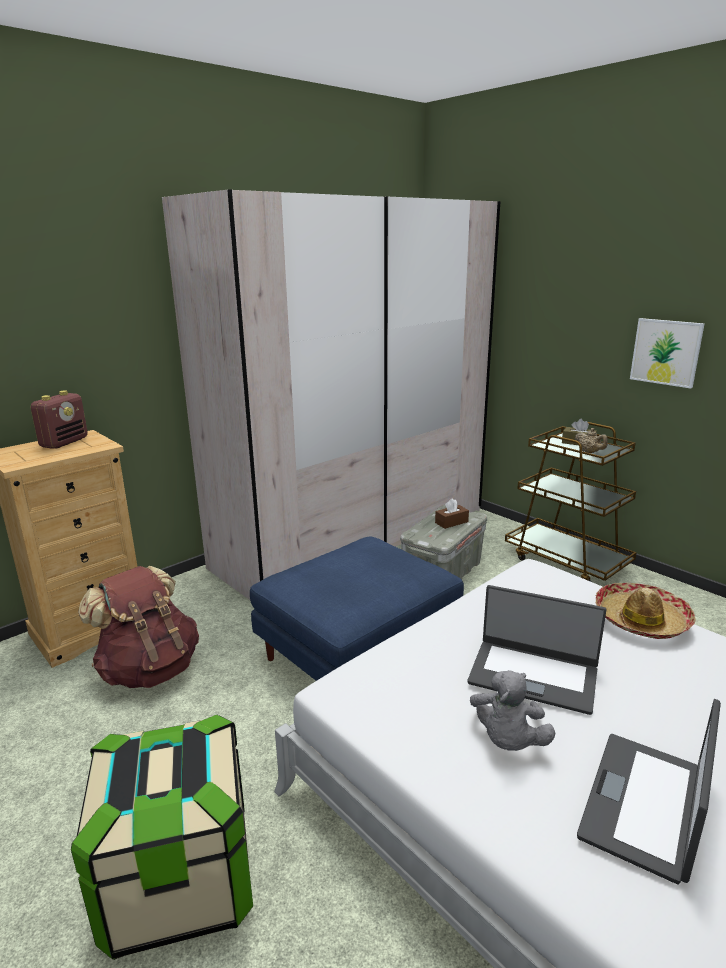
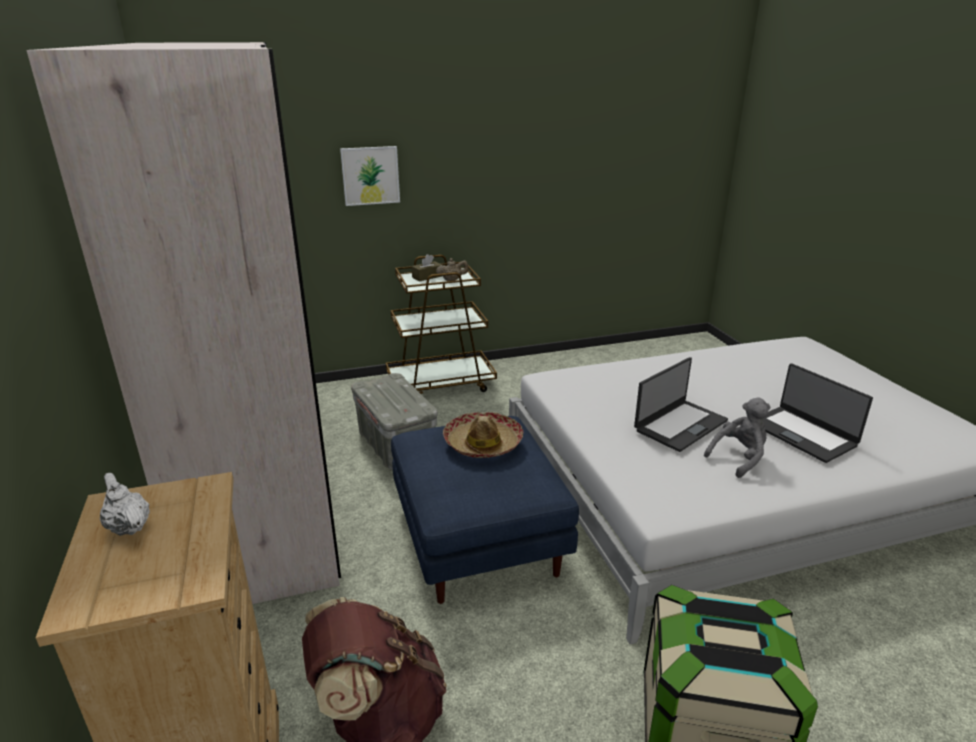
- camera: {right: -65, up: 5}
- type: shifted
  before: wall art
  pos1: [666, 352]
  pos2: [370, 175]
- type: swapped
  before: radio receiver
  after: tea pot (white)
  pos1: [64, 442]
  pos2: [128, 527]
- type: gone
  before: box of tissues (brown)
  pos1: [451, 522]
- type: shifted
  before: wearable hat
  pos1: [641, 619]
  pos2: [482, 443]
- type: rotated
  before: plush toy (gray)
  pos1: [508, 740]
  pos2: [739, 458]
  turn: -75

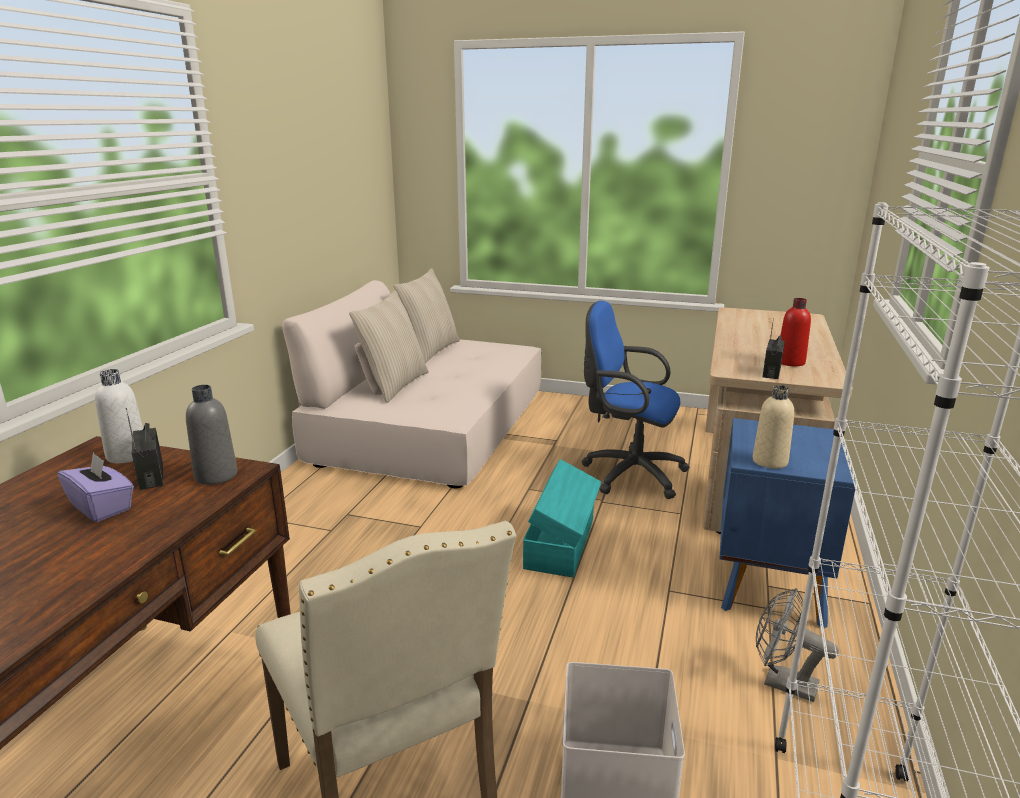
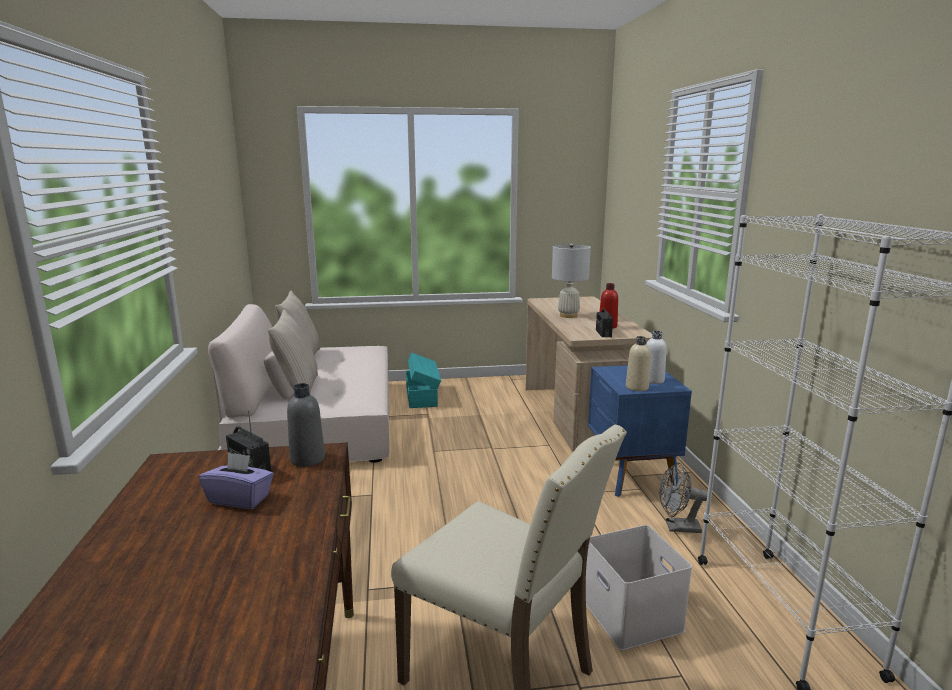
- camera: {right: -25, up: -5}
- type: gone
  before: computer chair (bluish)
  pos1: [628, 473]
- type: shifted
  before: beverage bottle (white)
  pos1: [127, 455]
  pos2: [653, 380]
- type: shifted
  before: storage bin (turquoise-coloured)
  pos1: [562, 543]
  pos2: [422, 396]
- type: new
  after: table lamp (white)
  pos2: [568, 315]

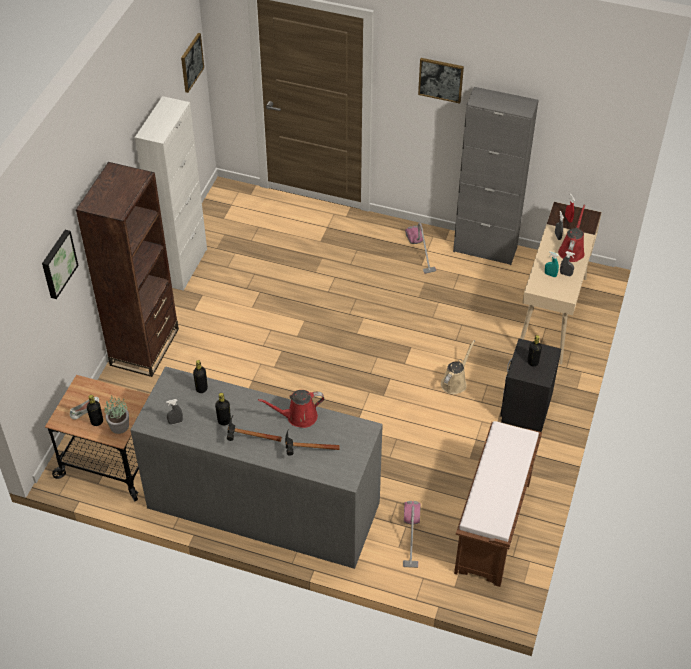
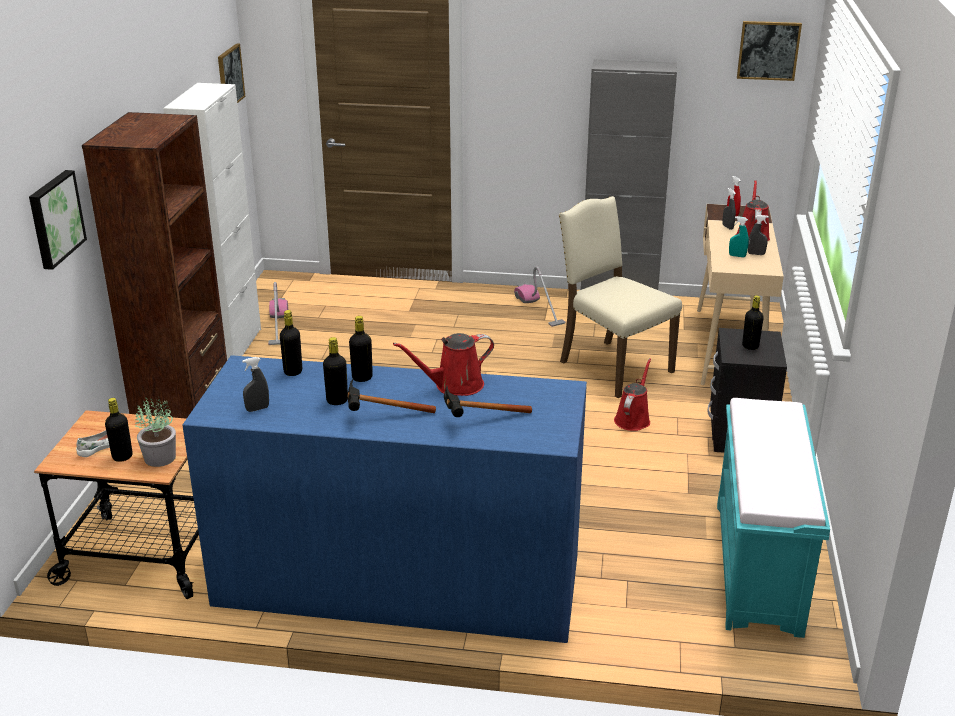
- camera: {right: -10, up: -20}
- type: shifted
  before: wall art
  pos1: [441, 79]
  pos2: [768, 50]
- type: repainted
  before: sprinkling can (beige-coloured)
  after: sprinkling can (red)
  pos1: [455, 382]
  pos2: [633, 419]
- type: repainted
  before: chest of drawers (gray)
  after: chest of drawers (bluish)
  pos1: [263, 505]
  pos2: [398, 580]
- type: repainted
  before: bench (brown)
  after: bench (turquoise-coloured)
  pos1: [493, 528]
  pos2: [758, 567]
- type: shifted
  before: hoover
  pos1: [411, 536]
  pos2: [278, 326]
- type: new
  after: chair (beige-coloured)
  pos2: [612, 366]
- type: new
  after: beverage bottle (black-coloured)
  pos2: [362, 378]

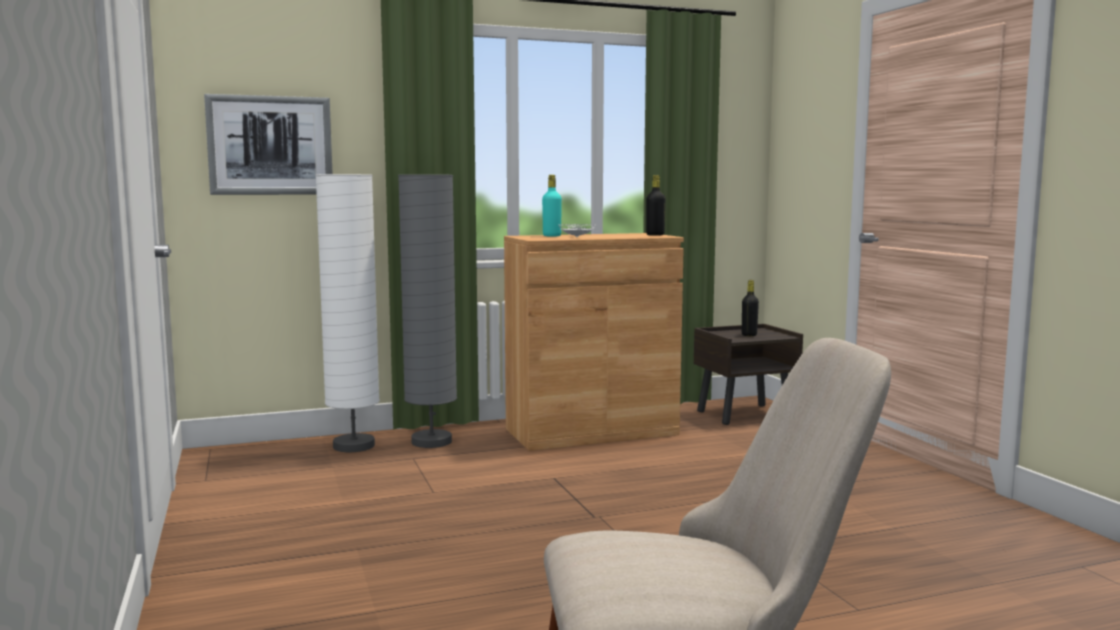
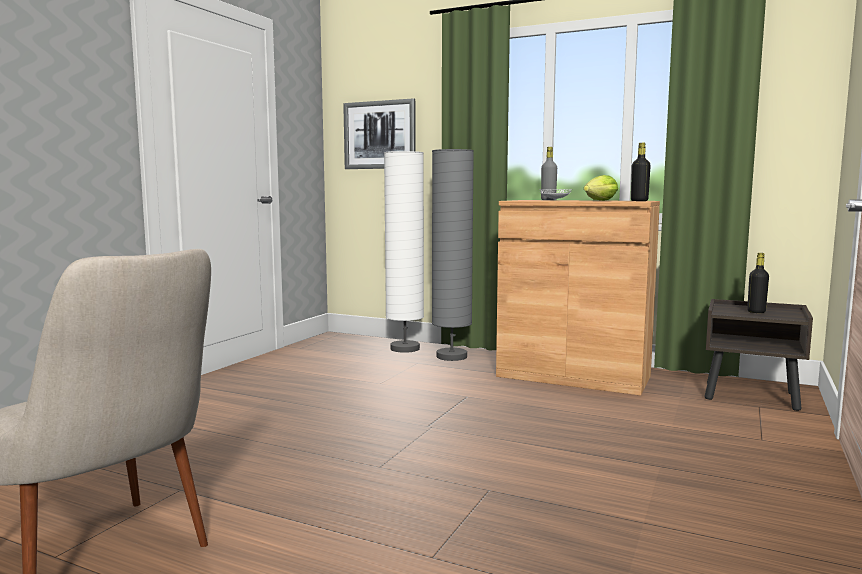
- camera: {right: 45, up: 0}
- type: repainted
  before: beverage bottle (turquoise-coloured)
  after: beverage bottle (gray)
  pos1: [552, 236]
  pos2: [548, 200]
- type: new
  after: head of lettuce
  pos2: [600, 200]

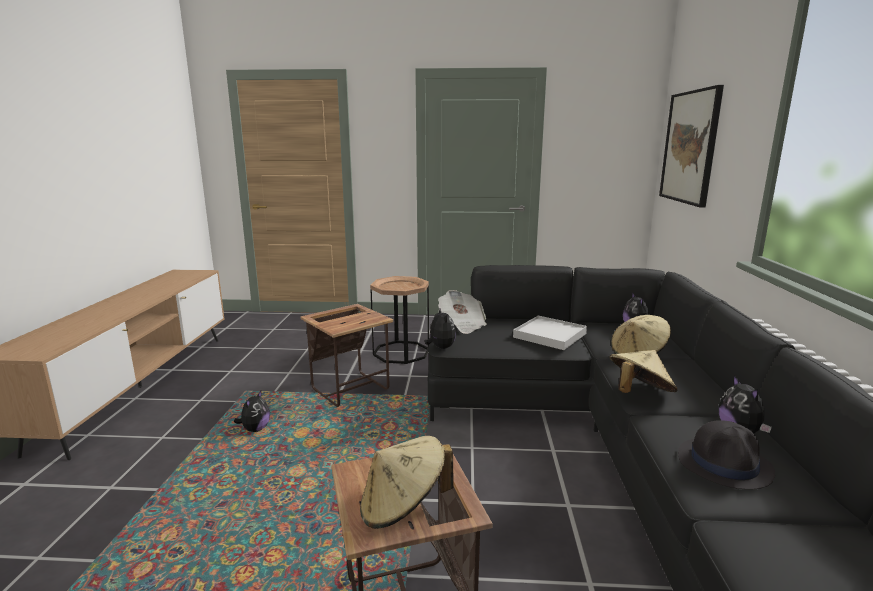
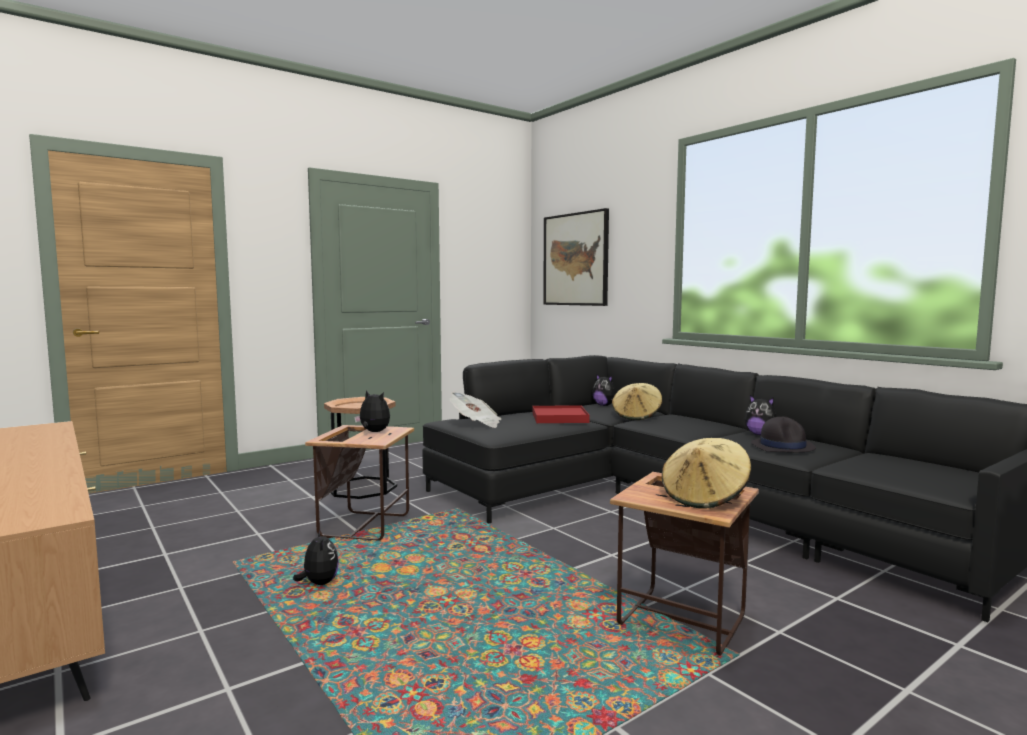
- camera: {right: -40, up: -10}
- type: shifted
  before: plush toy
  pos1: [440, 347]
  pos2: [373, 432]
- type: repainted
  before: tray (white)
  after: tray (red)
  pos1: [549, 335]
  pos2: [559, 418]
- type: gone
  before: wearable hat (beige-coloured)
  pos1: [639, 393]

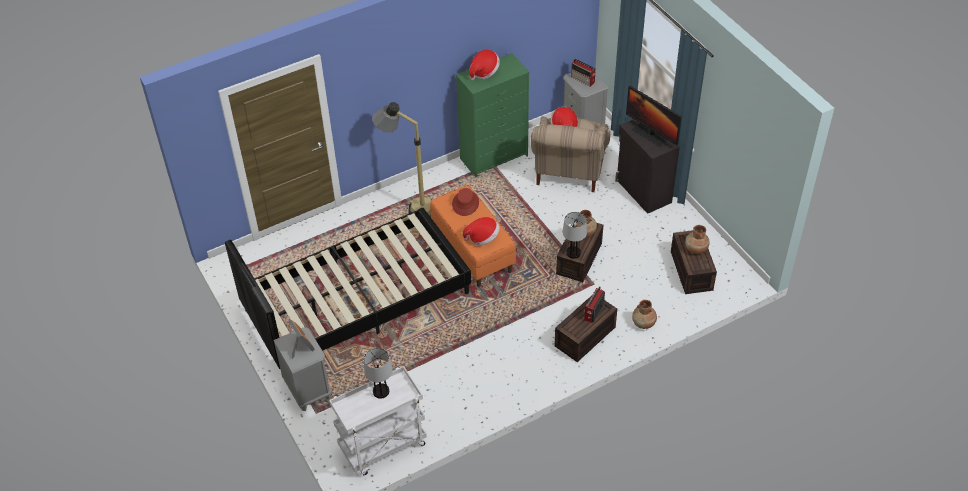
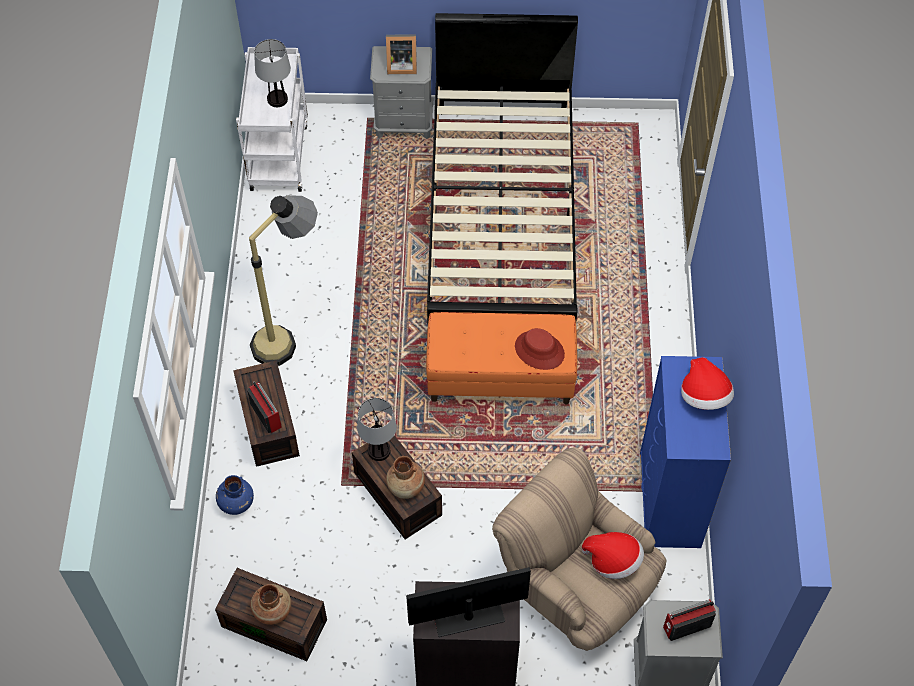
- camera: {right: 120, up: 10}
- type: repainted
  before: chest of drawers (green-coloured)
  after: chest of drawers (bluish)
  pos1: [494, 157]
  pos2: [669, 500]
- type: shifted
  before: floor lamp
  pos1: [410, 207]
  pos2: [290, 335]
- type: gone
  before: wearable hat
  pos1: [482, 238]
- type: repainted
  before: decorative vase (brown)
  after: decorative vase (bluish)
  pos1: [643, 323]
  pos2: [236, 503]

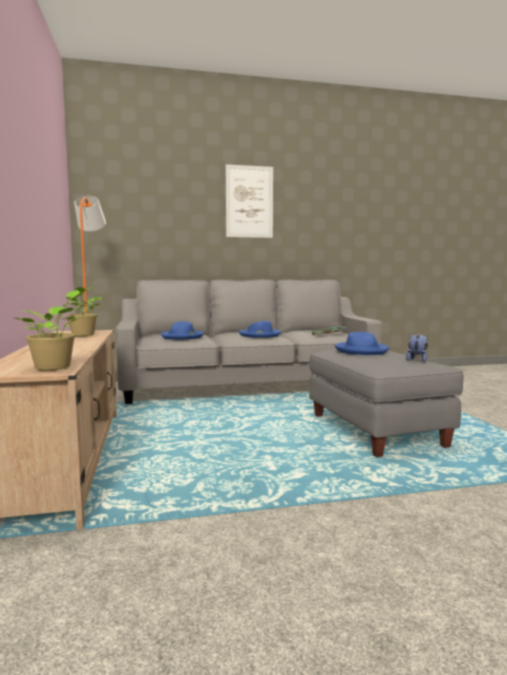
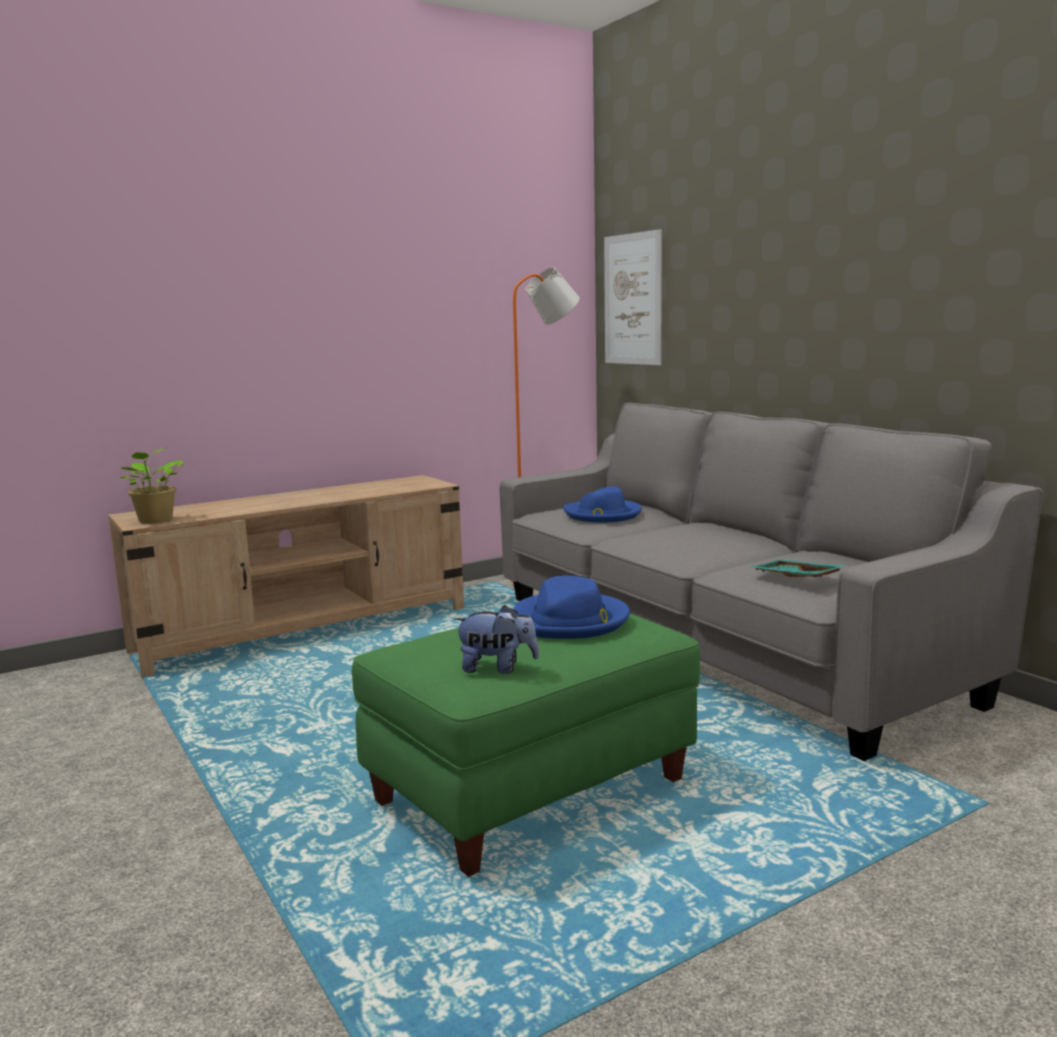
- camera: {right: 70, up: 5}
- type: shifted
  before: wall art
  pos1: [249, 202]
  pos2: [632, 299]
- type: gone
  before: potted plant
  pos1: [83, 335]
- type: gone
  before: wearable hat (bluish)
  pos1: [260, 335]
- type: repainted
  before: ottoman (gray)
  after: ottoman (green-coloured)
  pos1: [374, 431]
  pos2: [529, 790]

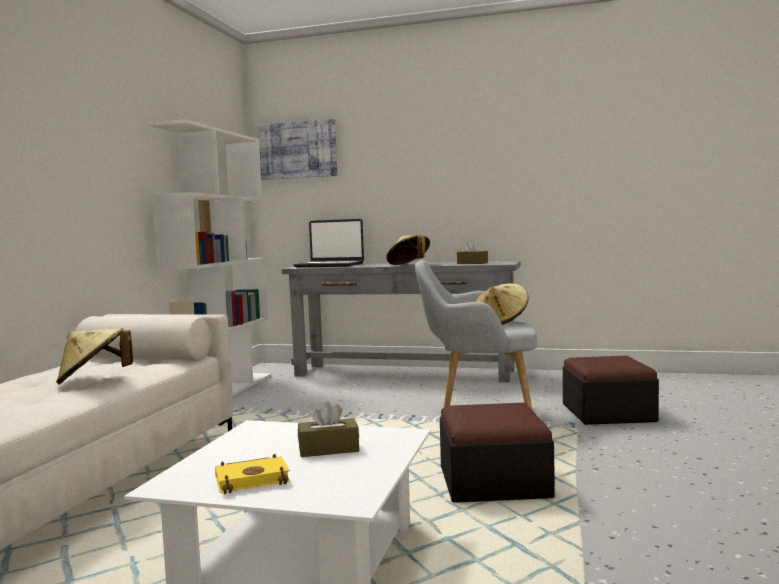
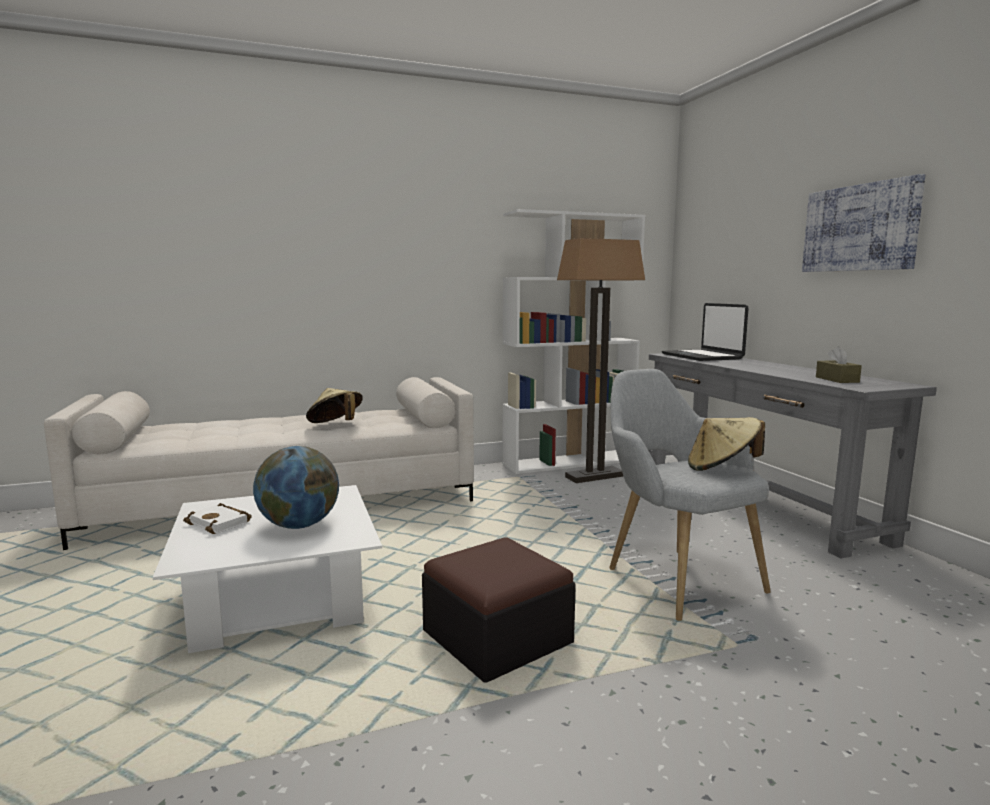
- camera: {right: 55, up: 5}
- type: shifted
  before: wall art
  pos1: [297, 150]
  pos2: [859, 228]
- type: gone
  before: wearable hat (beige-coloured)
  pos1: [409, 265]
- type: gone
  before: ottoman
  pos1: [608, 413]
- type: swapped
  before: box of tissues (brown)
  after: globe
  pos1: [328, 449]
  pos2: [299, 525]
- type: repainted
  before: volume (yellow)
  after: volume (white)
  pos1: [253, 479]
  pos2: [221, 523]
- type: new
  after: floor lamp
  pos2: [594, 476]

